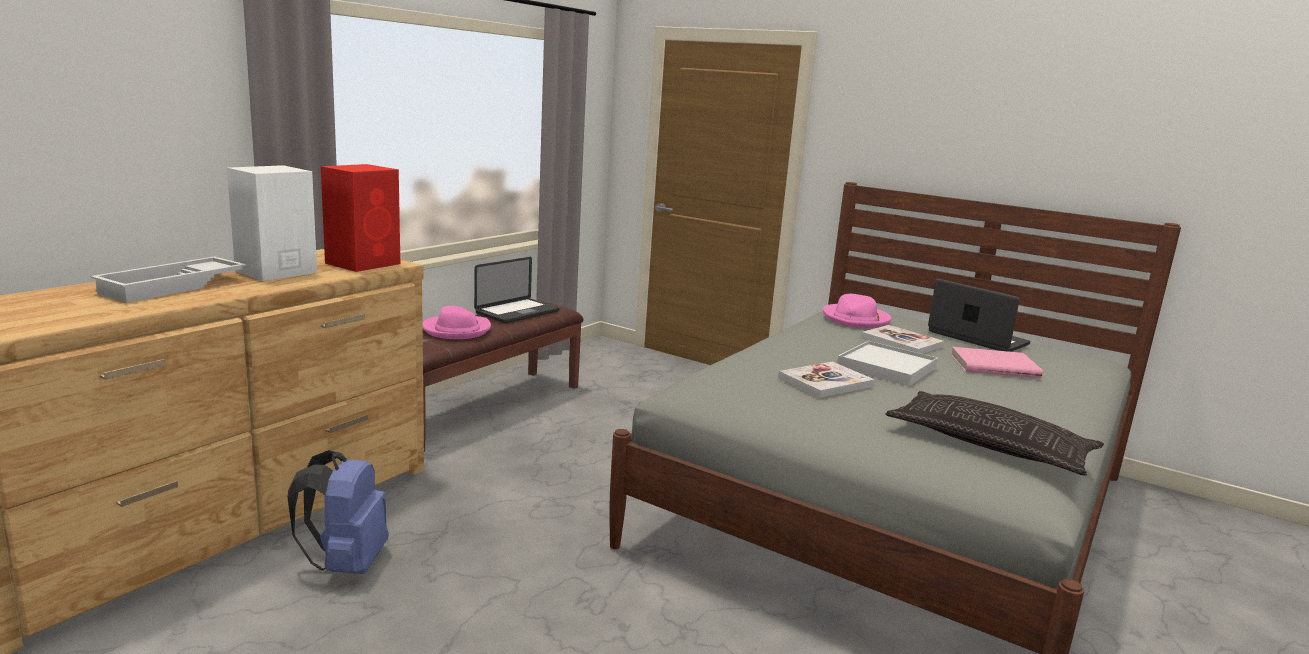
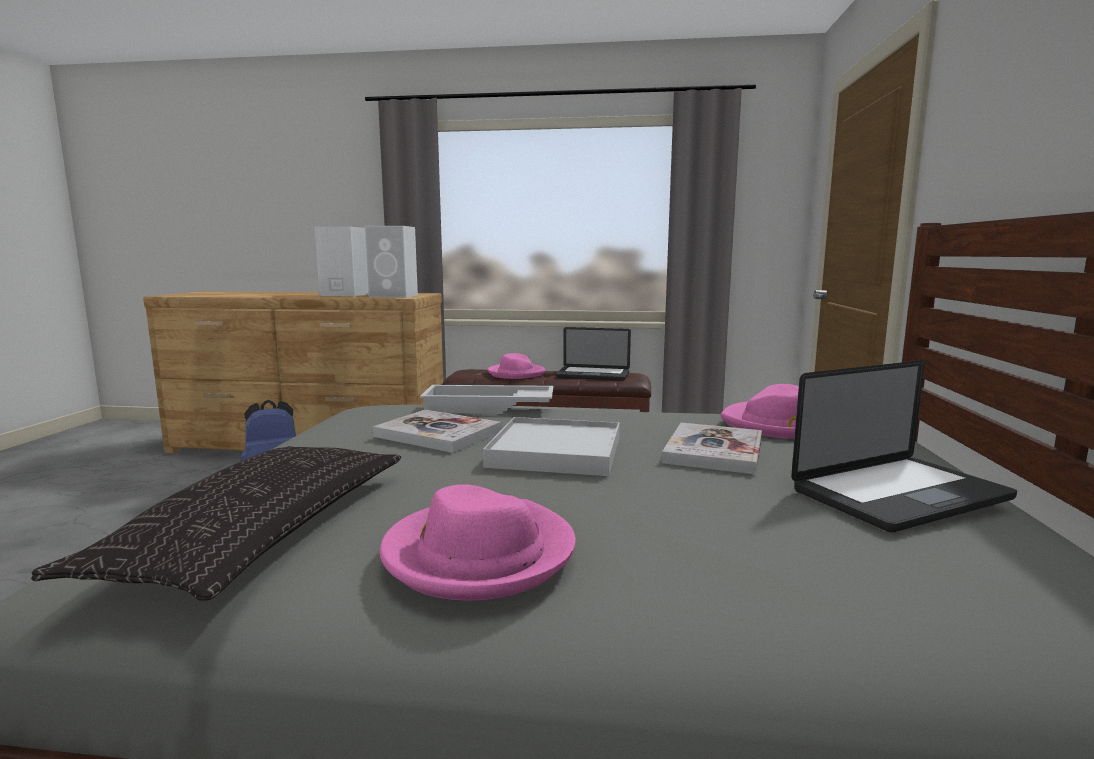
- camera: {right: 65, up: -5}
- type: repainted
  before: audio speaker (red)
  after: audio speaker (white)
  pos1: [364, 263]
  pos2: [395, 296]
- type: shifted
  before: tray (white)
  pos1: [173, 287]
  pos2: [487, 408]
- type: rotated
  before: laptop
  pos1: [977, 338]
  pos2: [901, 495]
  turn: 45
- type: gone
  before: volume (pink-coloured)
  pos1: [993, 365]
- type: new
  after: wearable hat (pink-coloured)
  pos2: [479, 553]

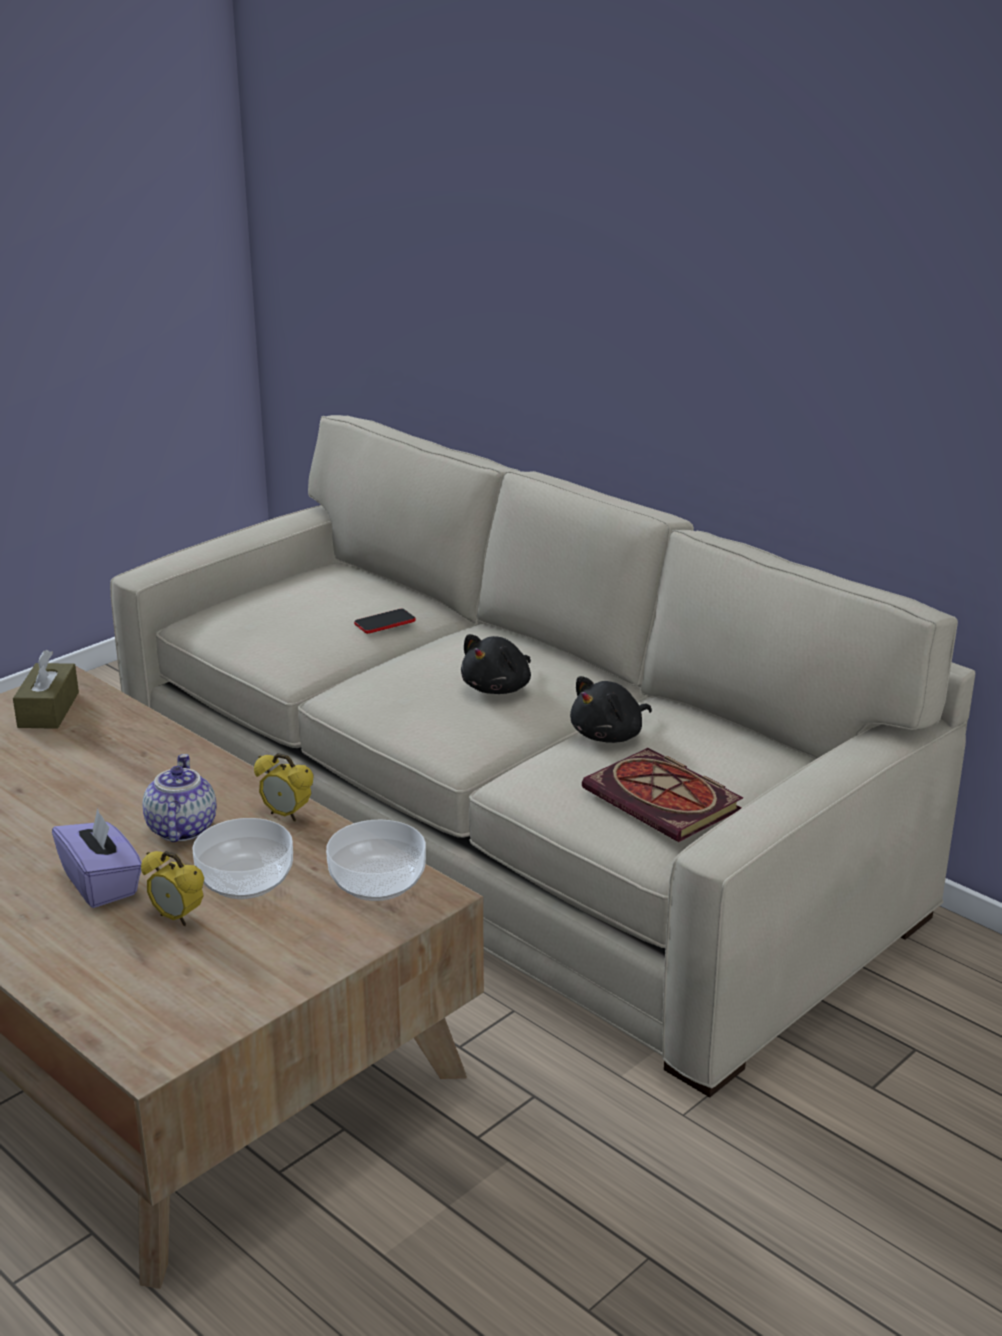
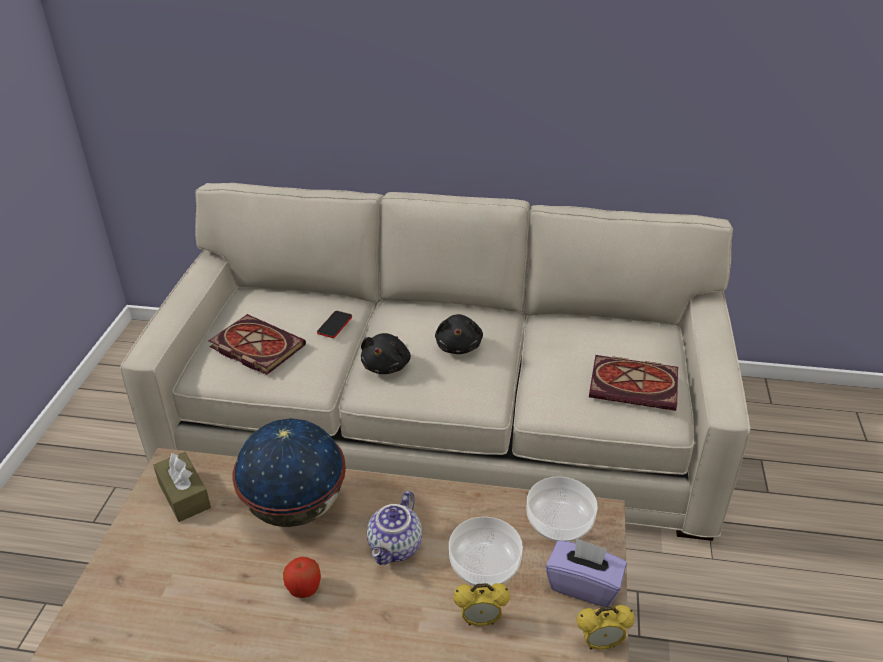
- camera: {right: -35, up: 10}
- type: shifted
  before: plush toy (black-coloured)
  pos1: [610, 735]
  pos2: [387, 365]
- type: shifted
  before: alarm clock
  pos1: [286, 815]
  pos2: [600, 643]
- type: rotated
  before: tea pot
  pos1: [180, 828]
  pos2: [396, 547]
  turn: -120
- type: shifted
  before: box of tissues (purple-coloured)
  pos1: [102, 883]
  pos2: [583, 585]
- type: new
  after: volume
  pos2: [254, 347]
- type: new
  after: globe
  pos2: [295, 508]
- type: new
  after: apple fruit
  pos2: [304, 589]

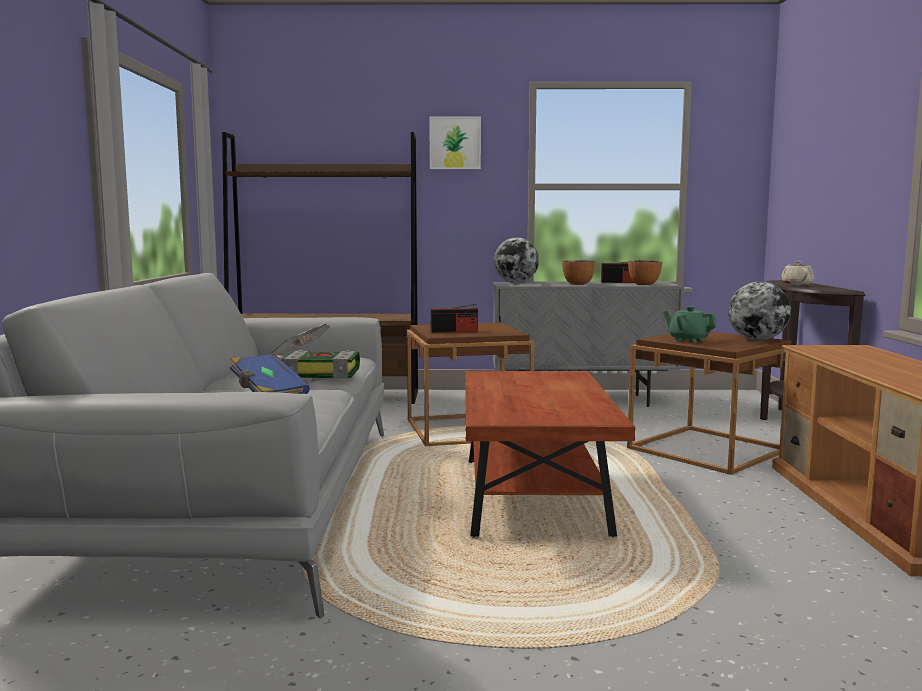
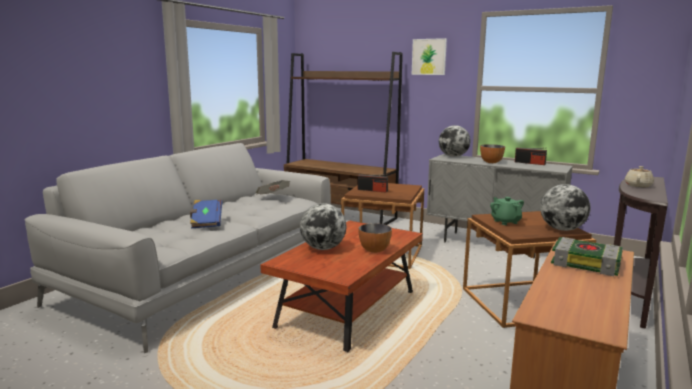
- camera: {right: 30, up: 5}
- type: shifted
  before: bowl
  pos1: [644, 284]
  pos2: [374, 250]
- type: shifted
  before: volume
  pos1: [323, 374]
  pos2: [587, 263]
- type: new
  after: globe
  pos2: [323, 248]

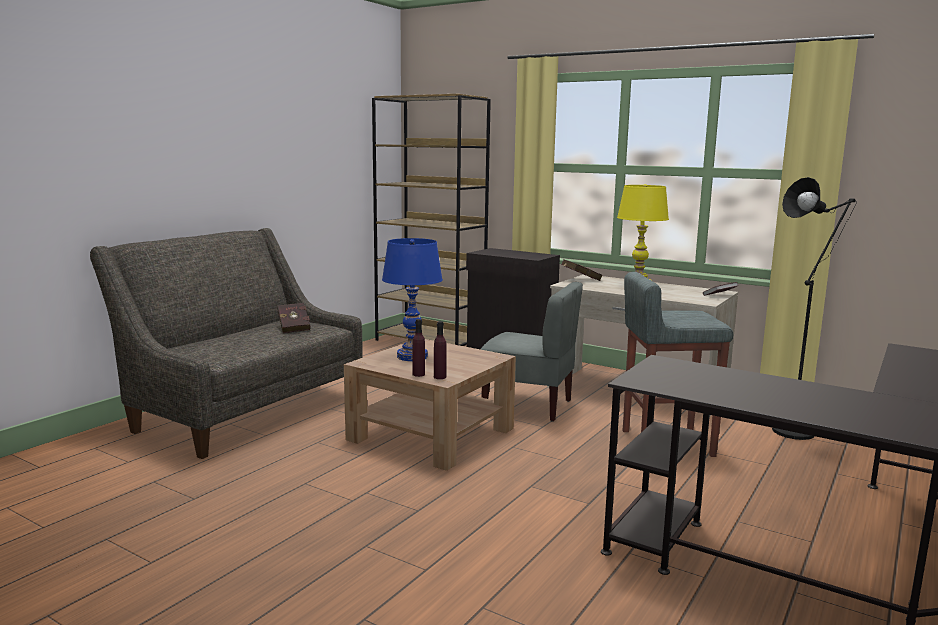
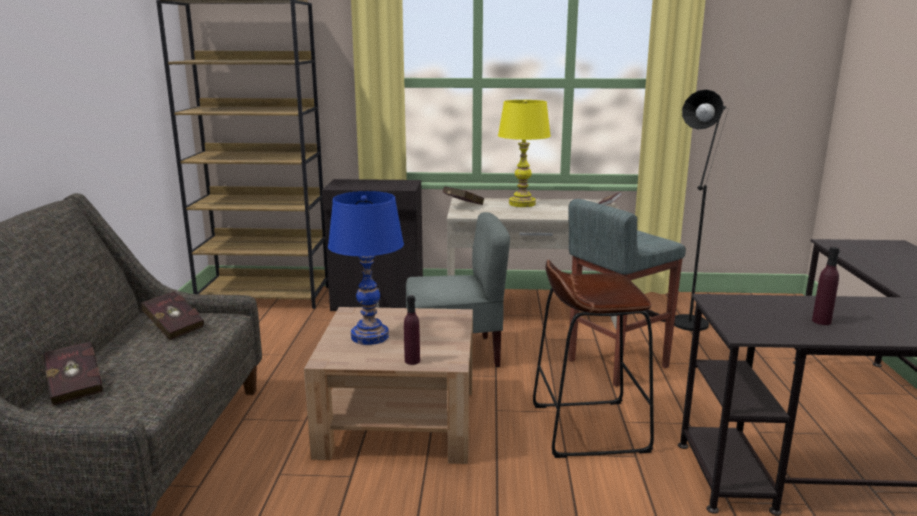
- camera: {right: -30, up: 5}
- type: shifted
  before: beverage bottle (purple-coloured)
  pos1: [440, 377]
  pos2: [821, 321]
- type: new
  after: stool seat (brown)
  pos2: [588, 428]
- type: new
  after: volume (red)
  pos2: [76, 386]

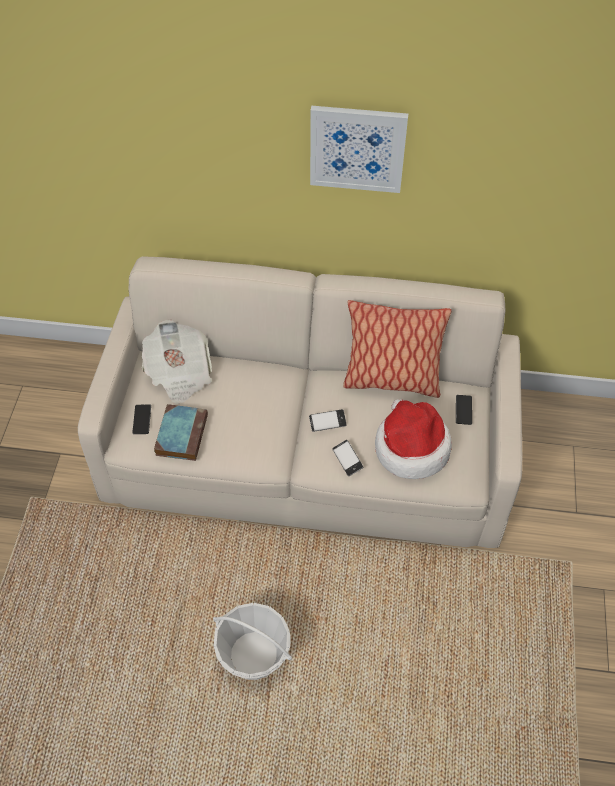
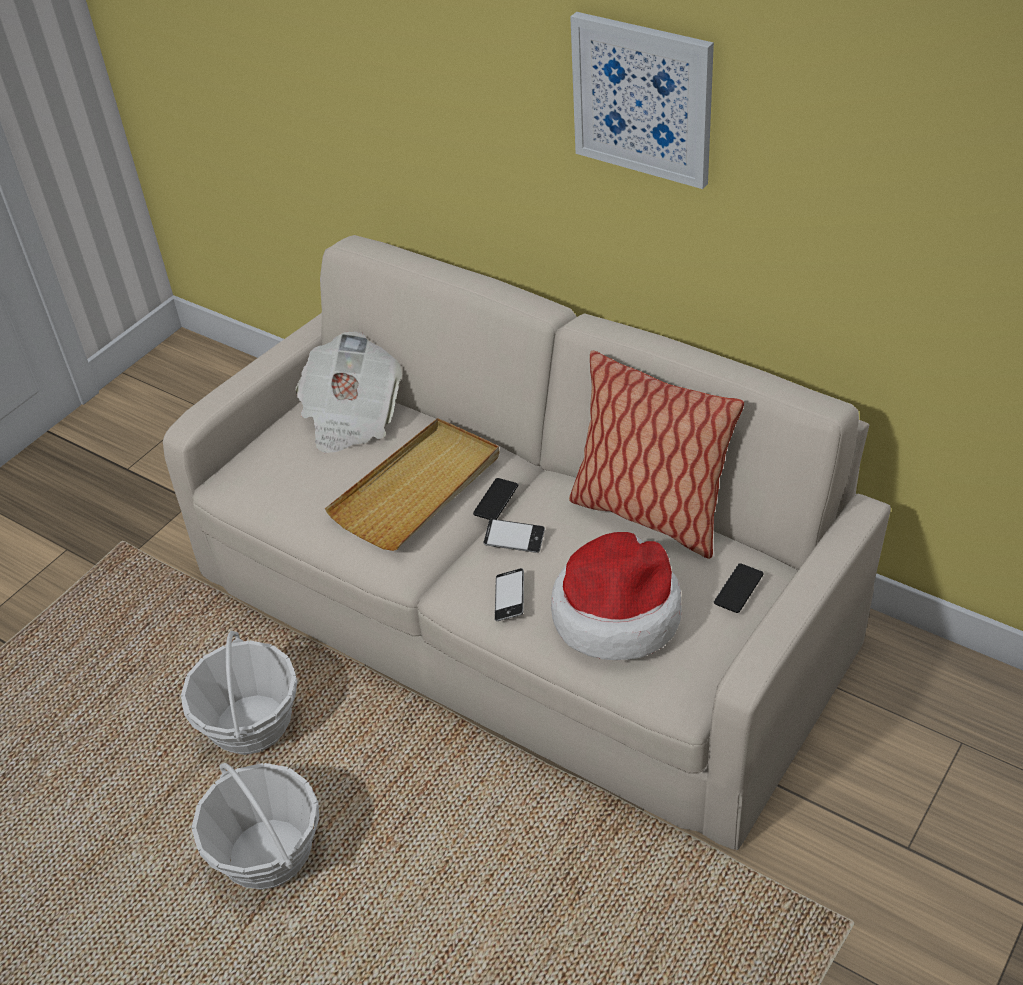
- camera: {right: 30, up: -10}
- type: shifted
  before: handset
  pos1: [142, 419]
  pos2: [496, 500]
- type: gone
  before: volume
  pos1: [181, 434]
- type: new
  after: tray (beige-coloured)
  pos2: [418, 488]
- type: new
  after: household basket
  pos2: [251, 725]

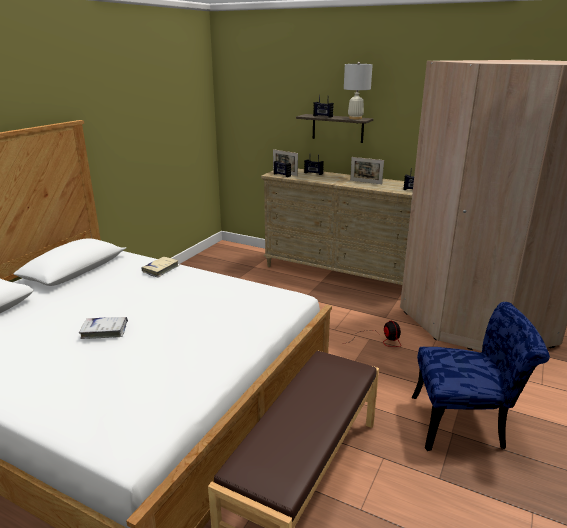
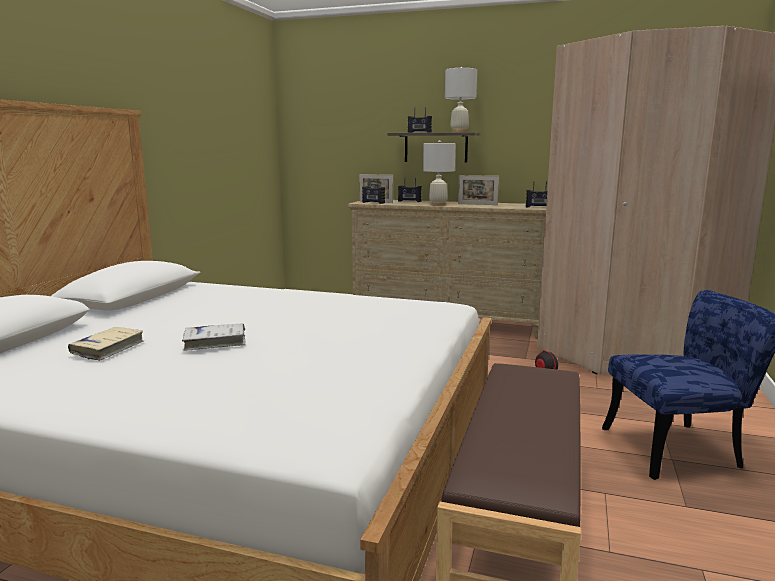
- camera: {right: -10, up: -10}
- type: shifted
  before: volume (beige-coloured)
  pos1: [161, 269]
  pos2: [108, 349]
- type: new
  after: table lamp (white)
  pos2: [438, 204]

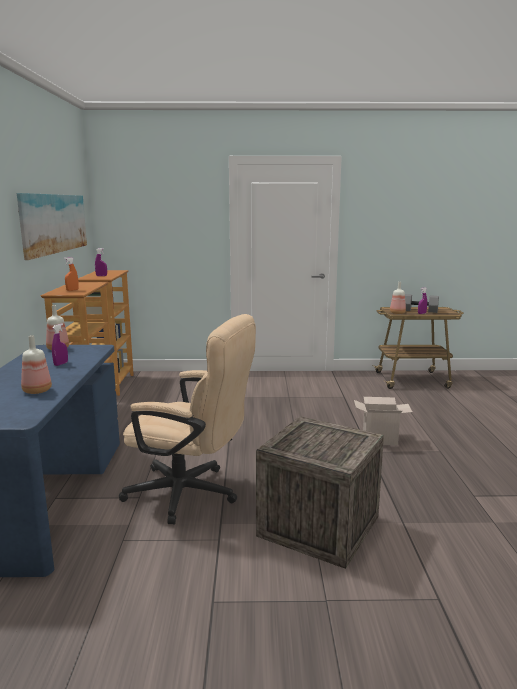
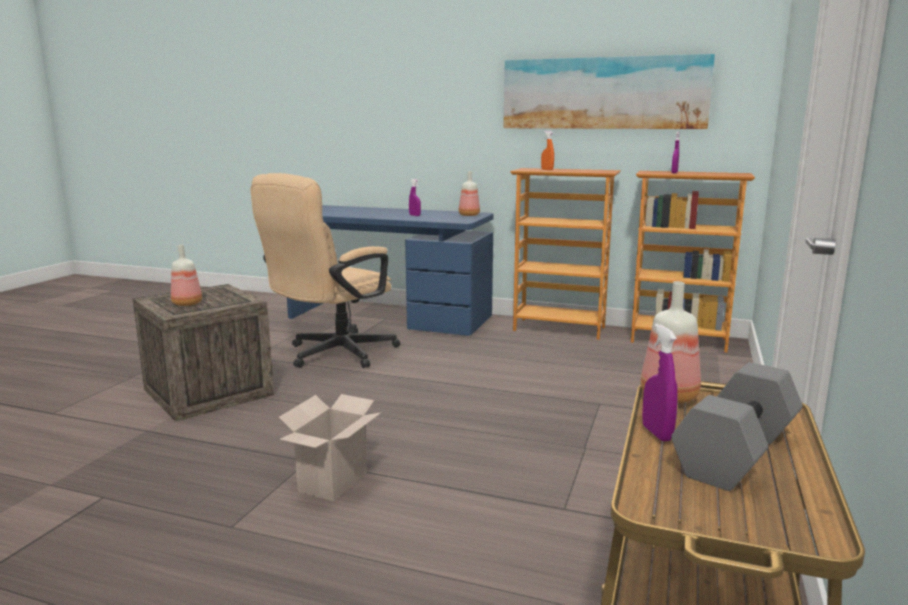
- camera: {right: 110, up: 0}
- type: shifted
  before: beverage bottle
  pos1: [36, 391]
  pos2: [187, 303]

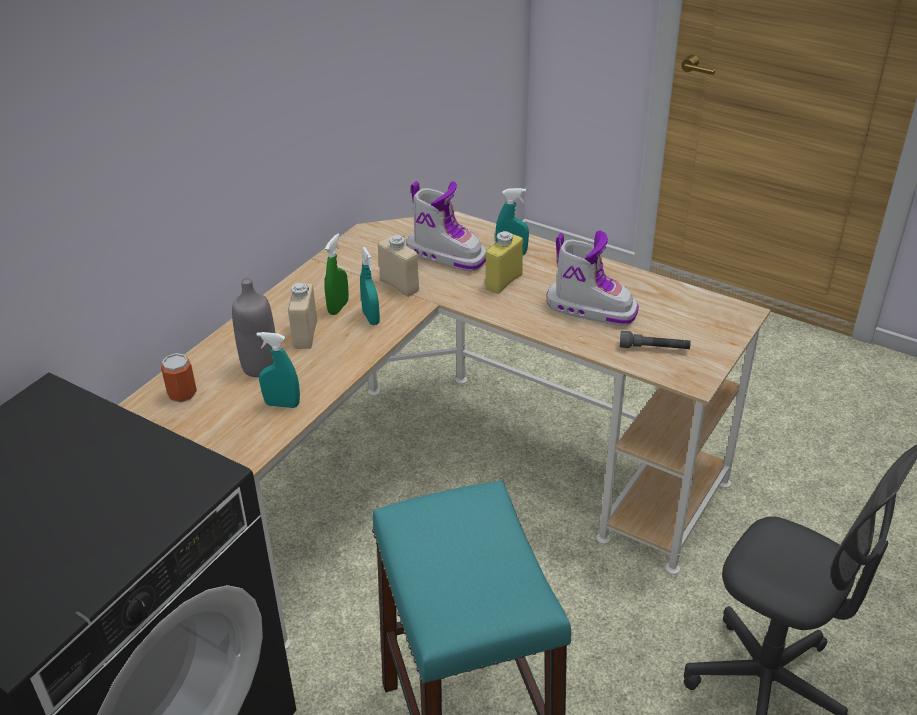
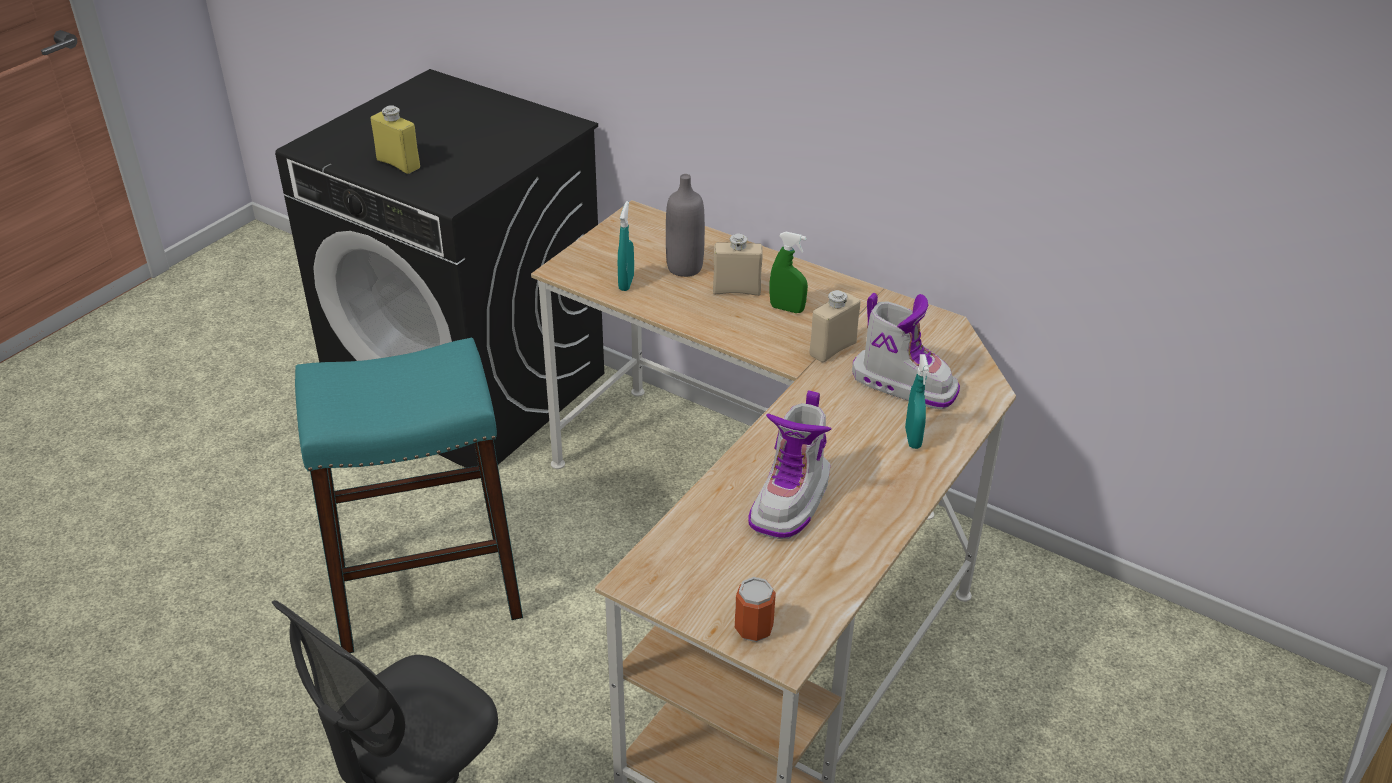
- camera: {right: 90, up: 0}
- type: rotated
  before: high-top boot
  pos1: [446, 255]
  pos2: [904, 384]
  turn: -90
- type: shifted
  before: beverage bottle (yellow)
  pos1: [503, 282]
  pos2: [398, 164]
- type: gone
  before: hand sprayer (turquoise-coloured)
  pos1: [371, 318]
- type: gone
  before: flashlight (gray)
  pos1: [654, 348]
- type: shifted
  before: metal can
  pos1: [182, 394]
  pos2: [753, 629]

